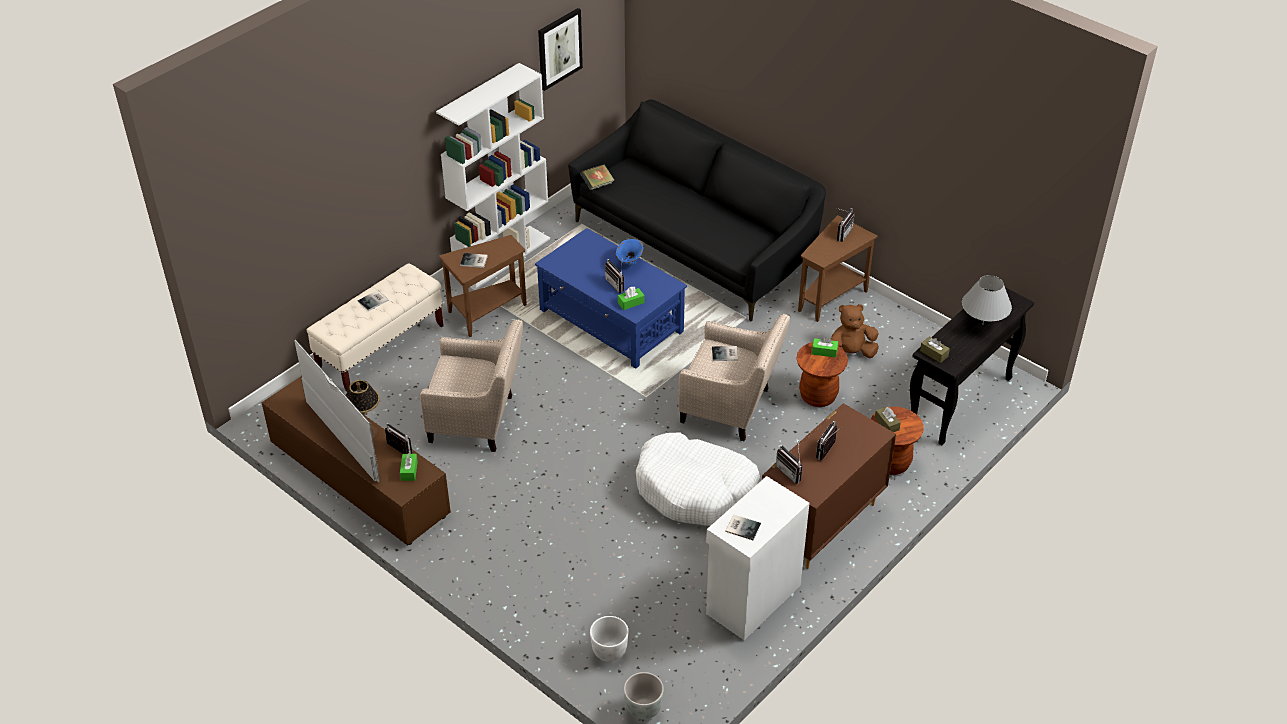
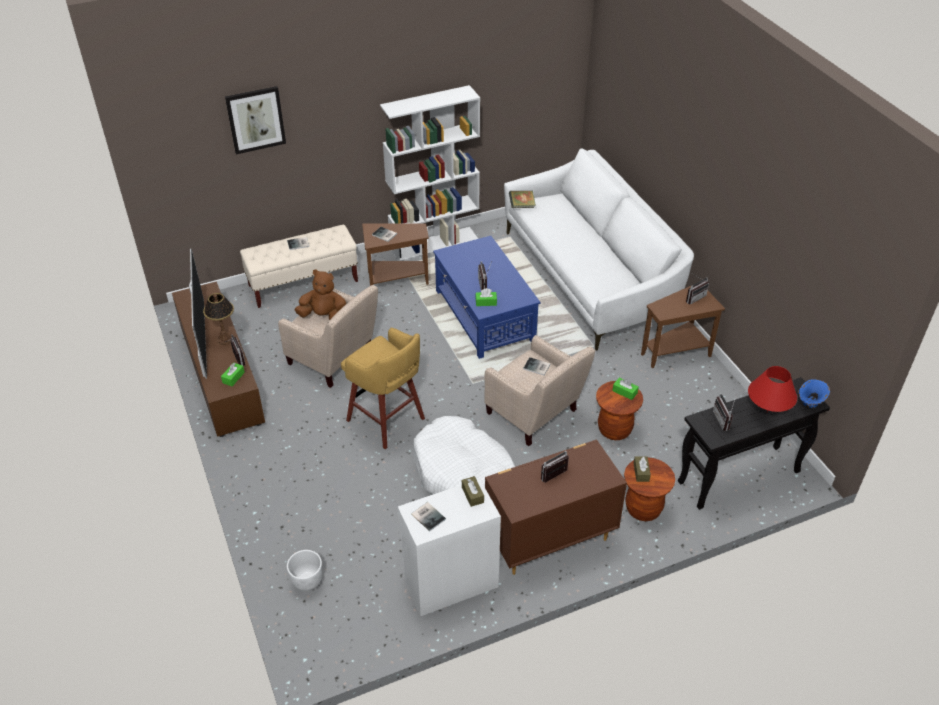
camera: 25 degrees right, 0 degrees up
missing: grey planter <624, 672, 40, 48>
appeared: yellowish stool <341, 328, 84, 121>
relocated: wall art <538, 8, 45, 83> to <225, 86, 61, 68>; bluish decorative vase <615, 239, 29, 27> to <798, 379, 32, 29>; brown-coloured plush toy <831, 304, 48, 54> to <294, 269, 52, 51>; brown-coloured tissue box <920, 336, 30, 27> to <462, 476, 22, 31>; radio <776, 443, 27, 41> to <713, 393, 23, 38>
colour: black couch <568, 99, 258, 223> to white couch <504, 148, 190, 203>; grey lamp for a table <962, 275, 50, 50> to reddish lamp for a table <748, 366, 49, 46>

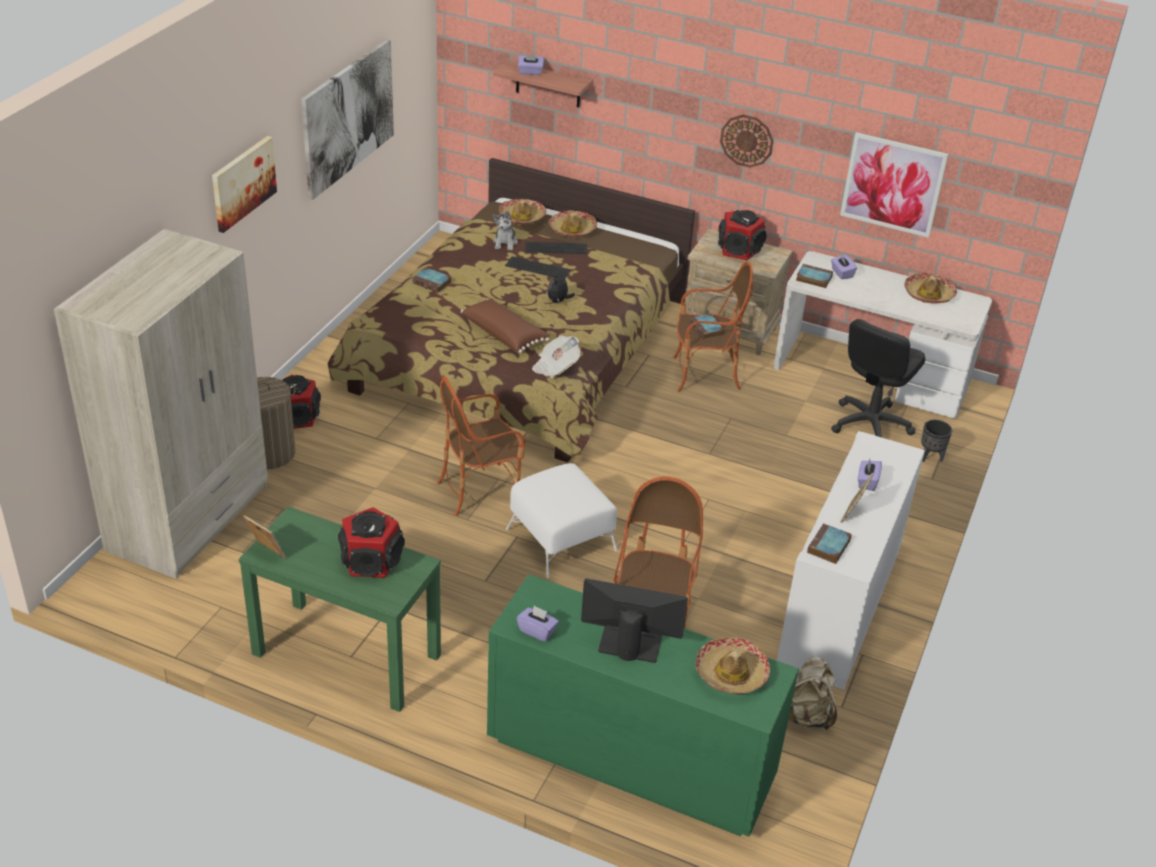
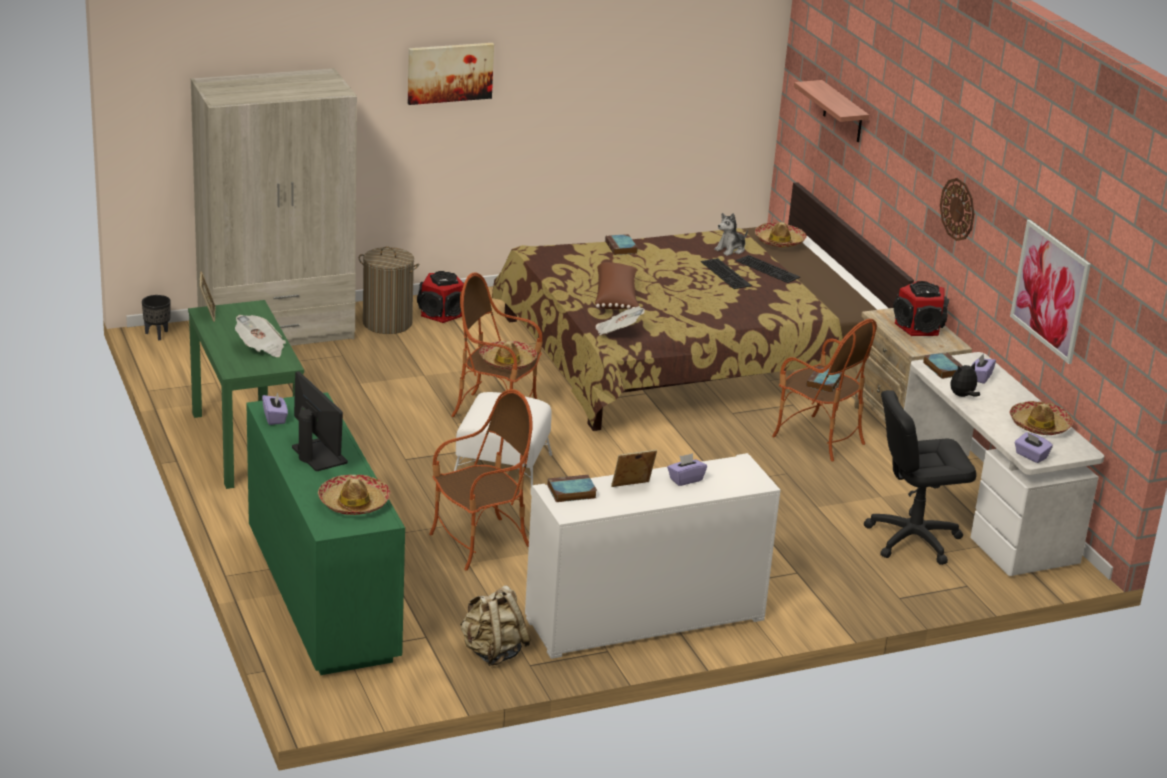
camera: 45 degrees right, 10 degrees down
missing: wall art <301, 39, 93, 161>
relocated: purple tissue box <518, 54, 26, 21> to <1015, 432, 38, 31>; clothing hat <549, 210, 48, 27> to <479, 341, 58, 29>; plush toy <548, 272, 27, 31> to <950, 363, 30, 34>; black planter <921, 420, 31, 42> to <142, 295, 29, 45>
exchanged: audio speaker <338, 507, 67, 71> to newspaper <235, 315, 51, 42>

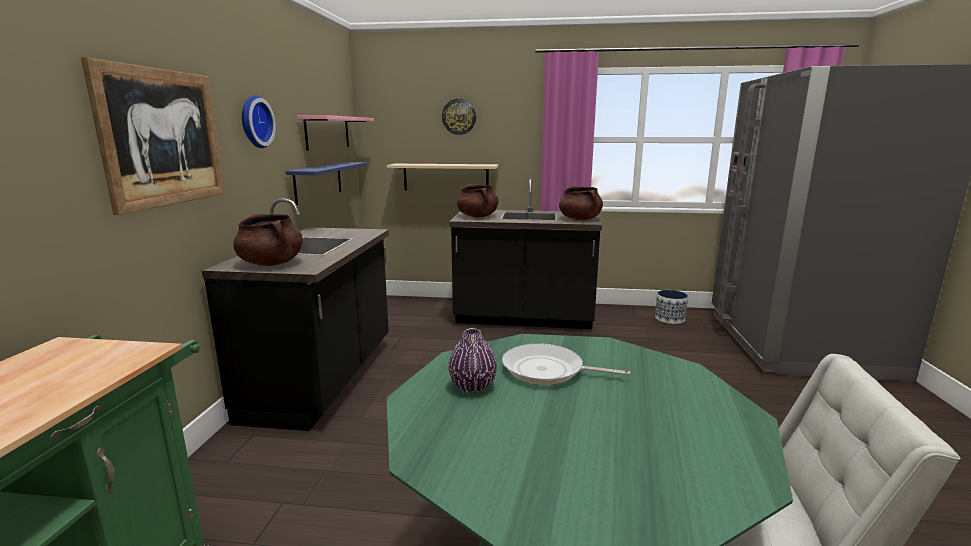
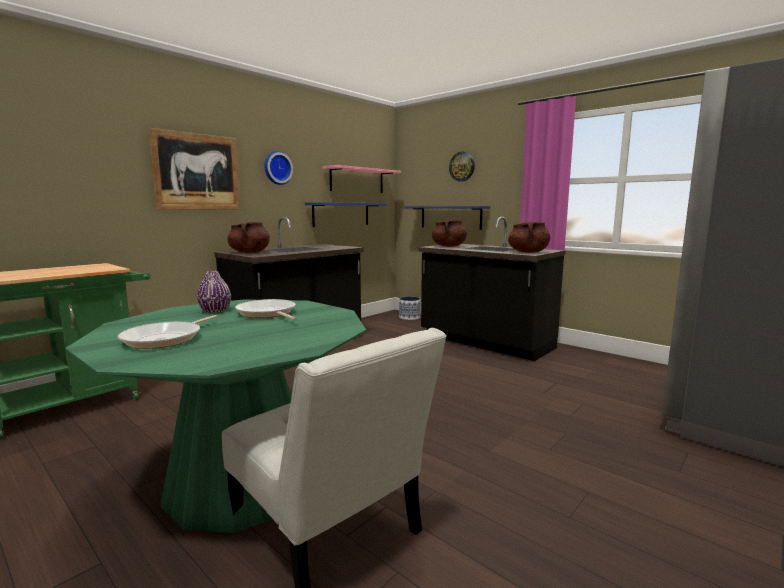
camera: 35 degrees right, 5 degrees down
appeared: pan <118, 315, 99, 34>
relocated: planter <655, 290, 33, 34> to <399, 296, 22, 24>
colour: beige shelf <387, 164, 112, 26> to bluish shelf <404, 206, 86, 24>

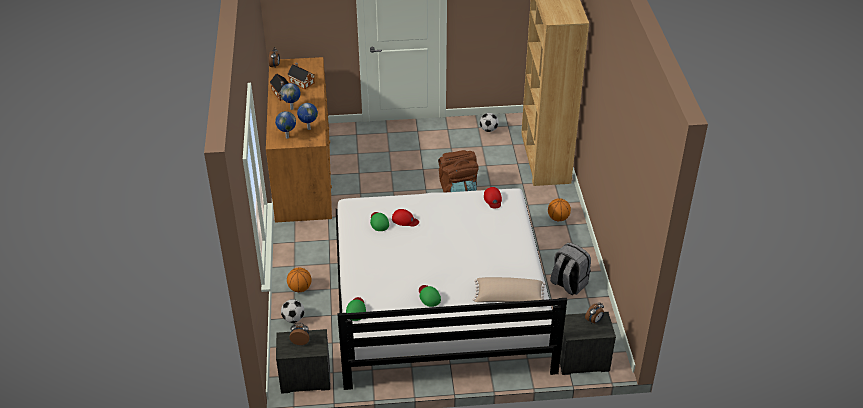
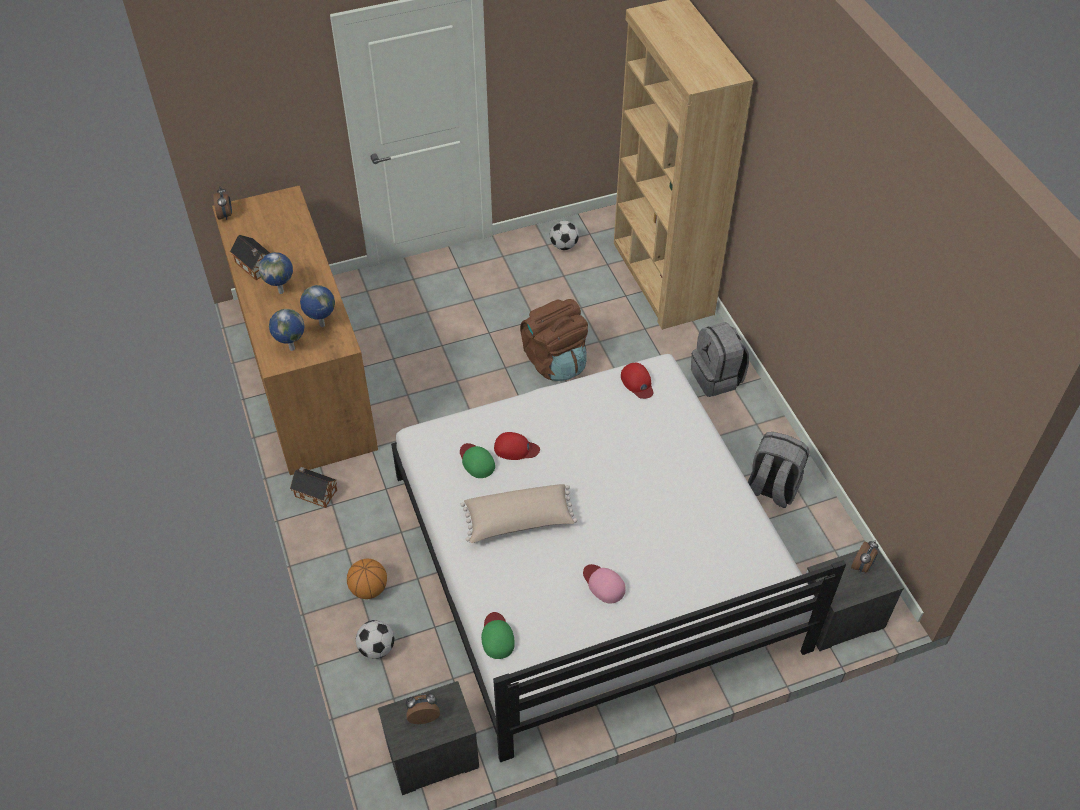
camera: 15 degrees left, 10 degrees up
relocated: toy house <287, 63, 28, 26> to <290, 467, 47, 41>; beige cushion <473, 277, 73, 25> to <460, 484, 117, 59>
exchanged: basketball <548, 198, 23, 23> to grey knapsack <691, 322, 58, 75>
colour: green cap <419, 285, 22, 22> to pink-coloured cap <583, 564, 43, 39>

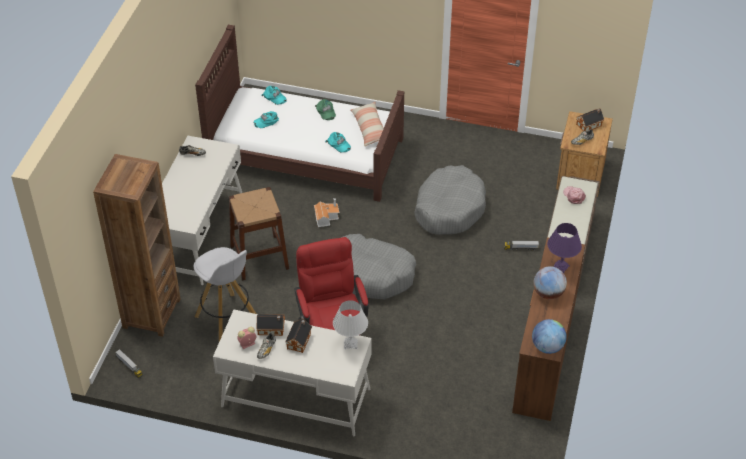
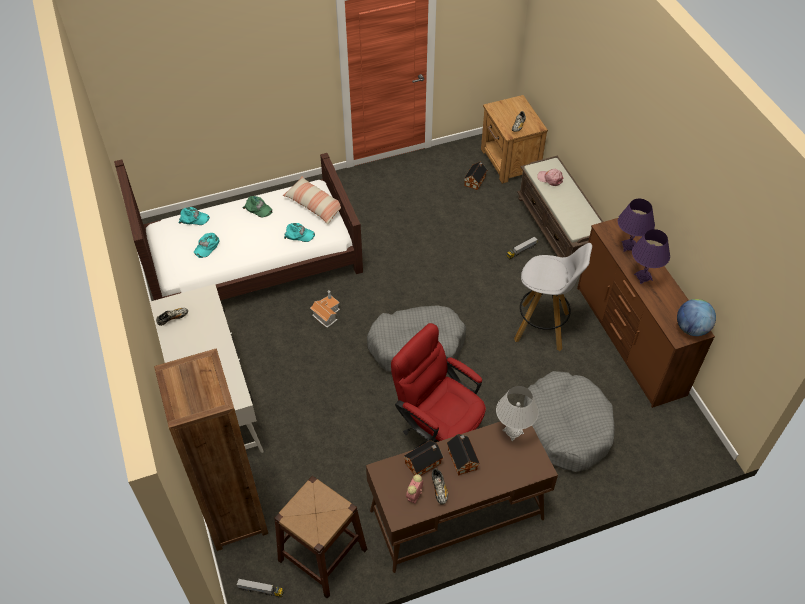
camera: 35 degrees left, 5 degrees up
relocated: toy house <576, 109, 28, 23> to <464, 162, 23, 28>; grey dog bed <414, 165, 72, 70> to <524, 371, 91, 101>; brown-coloured stool <229, 187, 60, 93> to <274, 476, 93, 123>; white stool <194, 247, 62, 95> to <514, 243, 78, 108>
exchanged: globe <533, 266, 34, 33> to purple lamp for a table <632, 229, 38, 55>
colour: white desk <213, 310, 158, 127> to brown-coloured desk <366, 421, 192, 152>

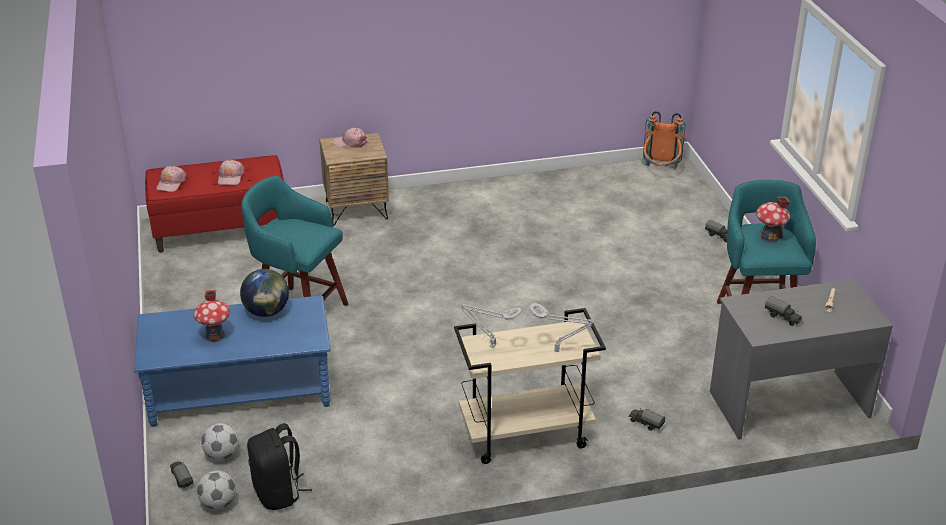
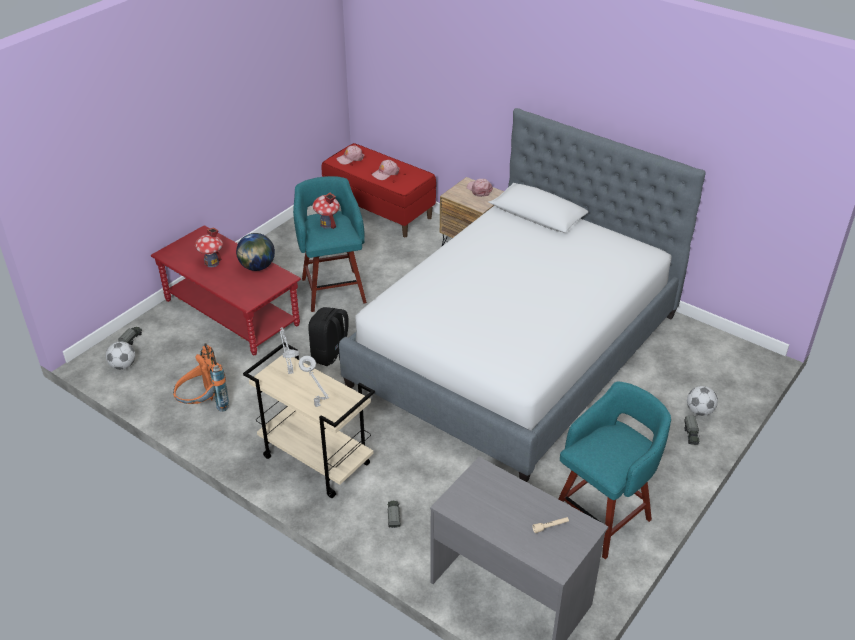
camera: 50 degrees right, 5 degrees up
missing: toy truck <765, 296, 37, 30>
appeared: bed <339, 108, 367, 374>
relocated: orangey knapsack <640, 111, 46, 58> to <173, 343, 56, 69>; toy house <756, 196, 34, 47> to <312, 193, 28, 36>; ball for football <201, 423, 38, 37> to <687, 386, 31, 30>; black knapsack <247, 423, 65, 87> to <308, 307, 41, 59>
colour: bluish low table <134, 295, 197, 132> to reddish low table <151, 225, 150, 130>

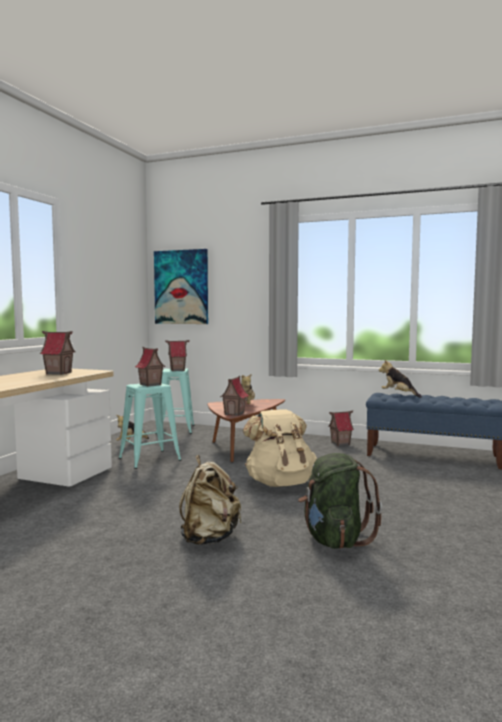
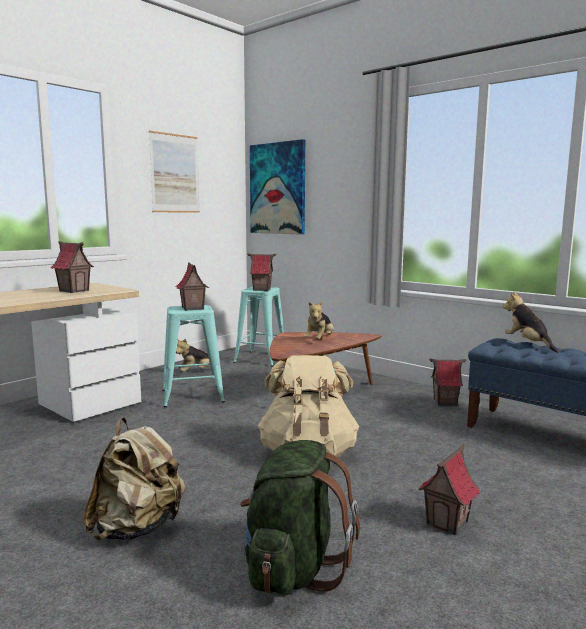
camera: 20 degrees right, 5 degrees up
appeared: wall art <149, 130, 51, 83>
relocated: toy house <220, 376, 29, 40> to <419, 444, 61, 91>

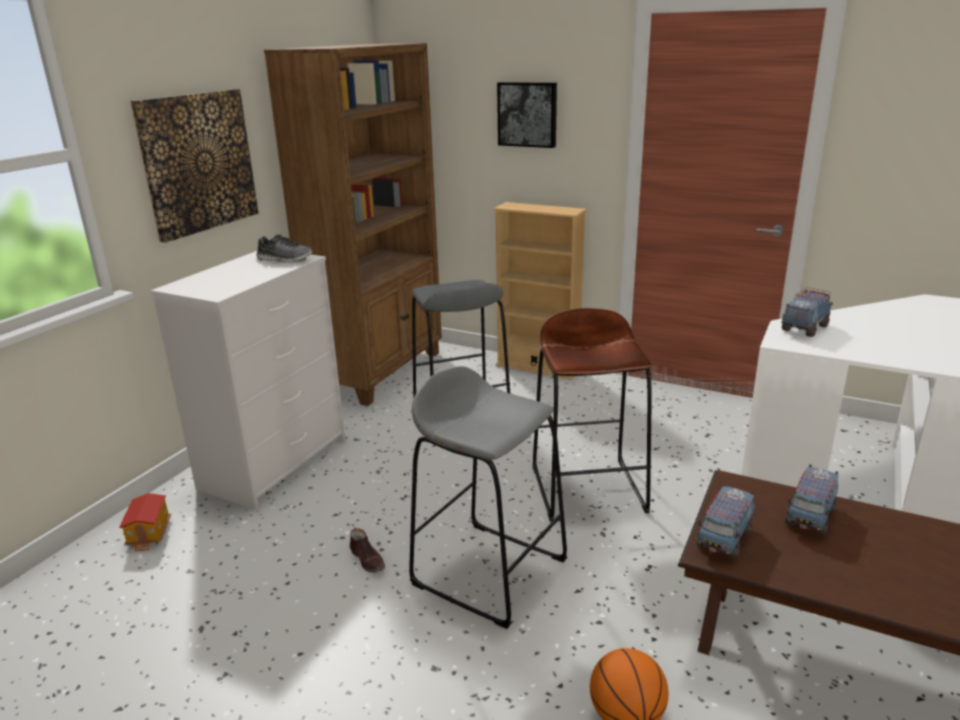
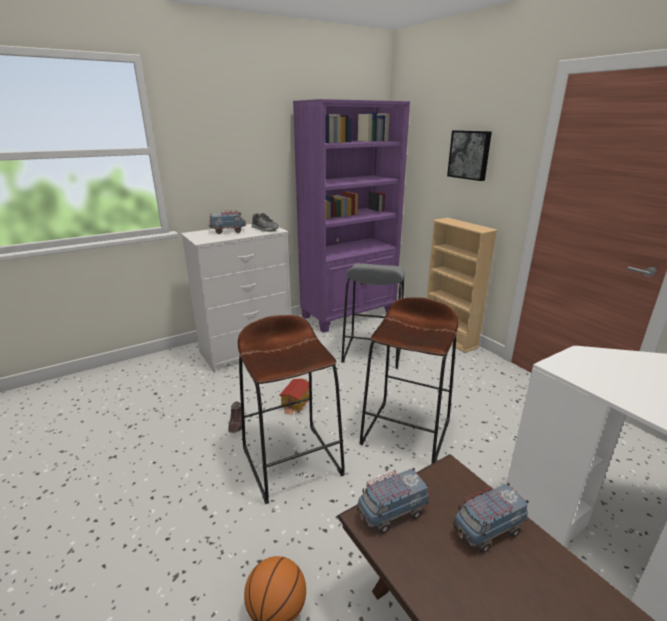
camera: 30 degrees right, 0 degrees up
missing: wall art <130, 89, 128, 154>
relocated: toy truck <781, 287, 52, 50> to <209, 210, 38, 24>; toy house <119, 493, 52, 59> to <279, 378, 30, 37>
colour: brown-coloured shelving unit <264, 43, 178, 363> to purple shelving unit <293, 99, 117, 234>; grey stool <409, 366, 158, 263> to brown-coloured stool <238, 315, 107, 189>

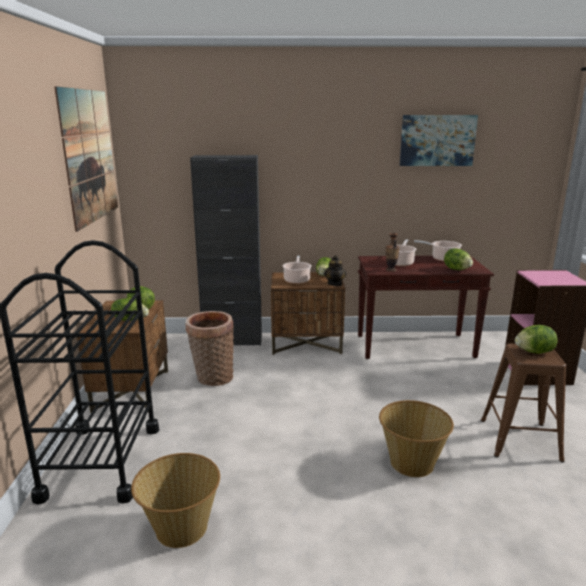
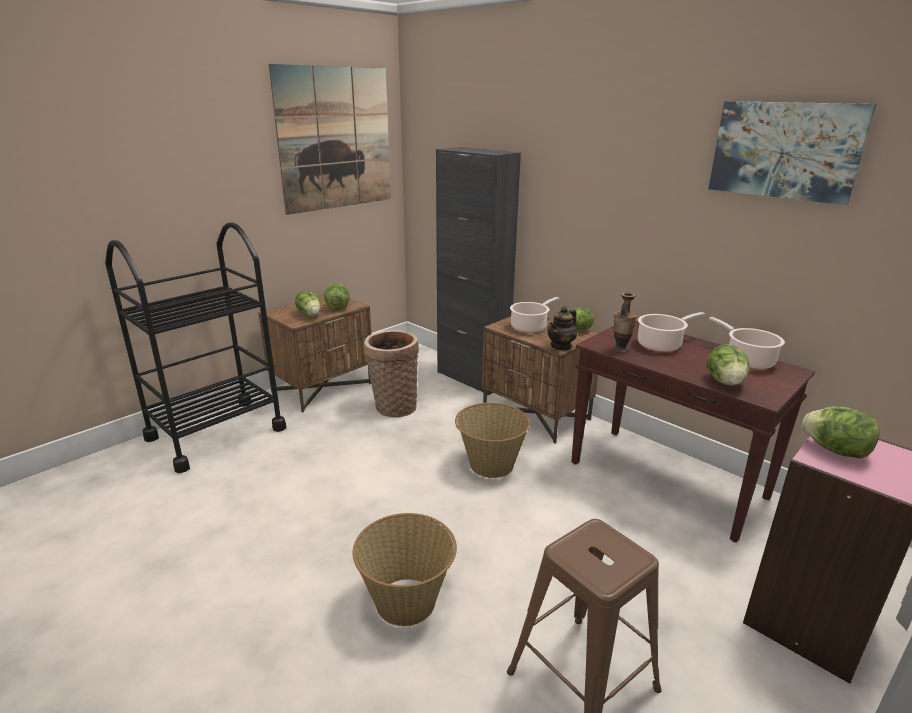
camera: 45 degrees right, 5 degrees up
relocated: head of lettuce <515, 325, 43, 29> to <802, 406, 78, 53>; storage basket <131, 453, 89, 95> to <455, 403, 75, 75>

